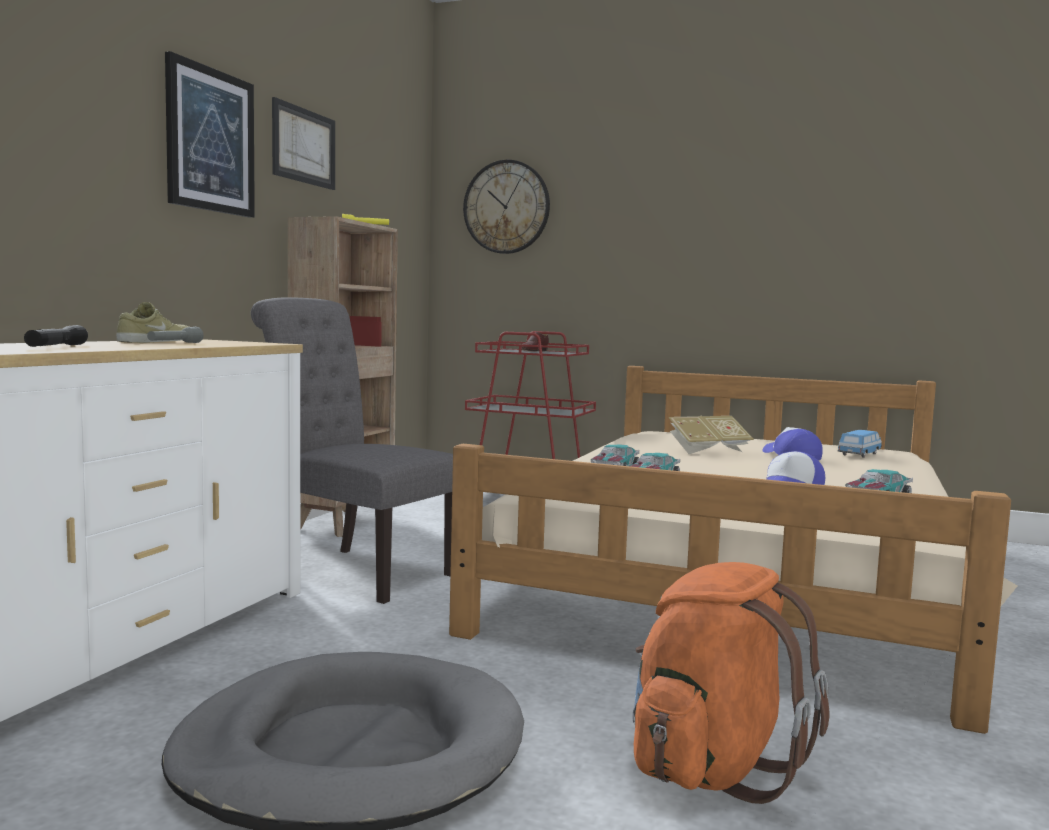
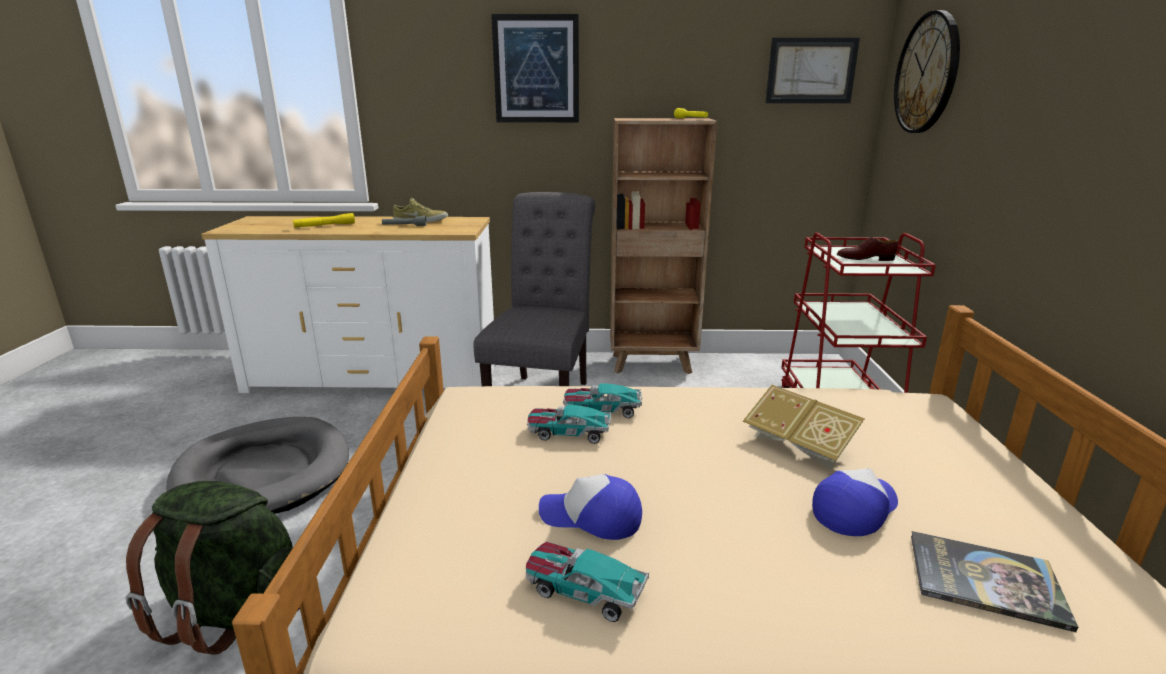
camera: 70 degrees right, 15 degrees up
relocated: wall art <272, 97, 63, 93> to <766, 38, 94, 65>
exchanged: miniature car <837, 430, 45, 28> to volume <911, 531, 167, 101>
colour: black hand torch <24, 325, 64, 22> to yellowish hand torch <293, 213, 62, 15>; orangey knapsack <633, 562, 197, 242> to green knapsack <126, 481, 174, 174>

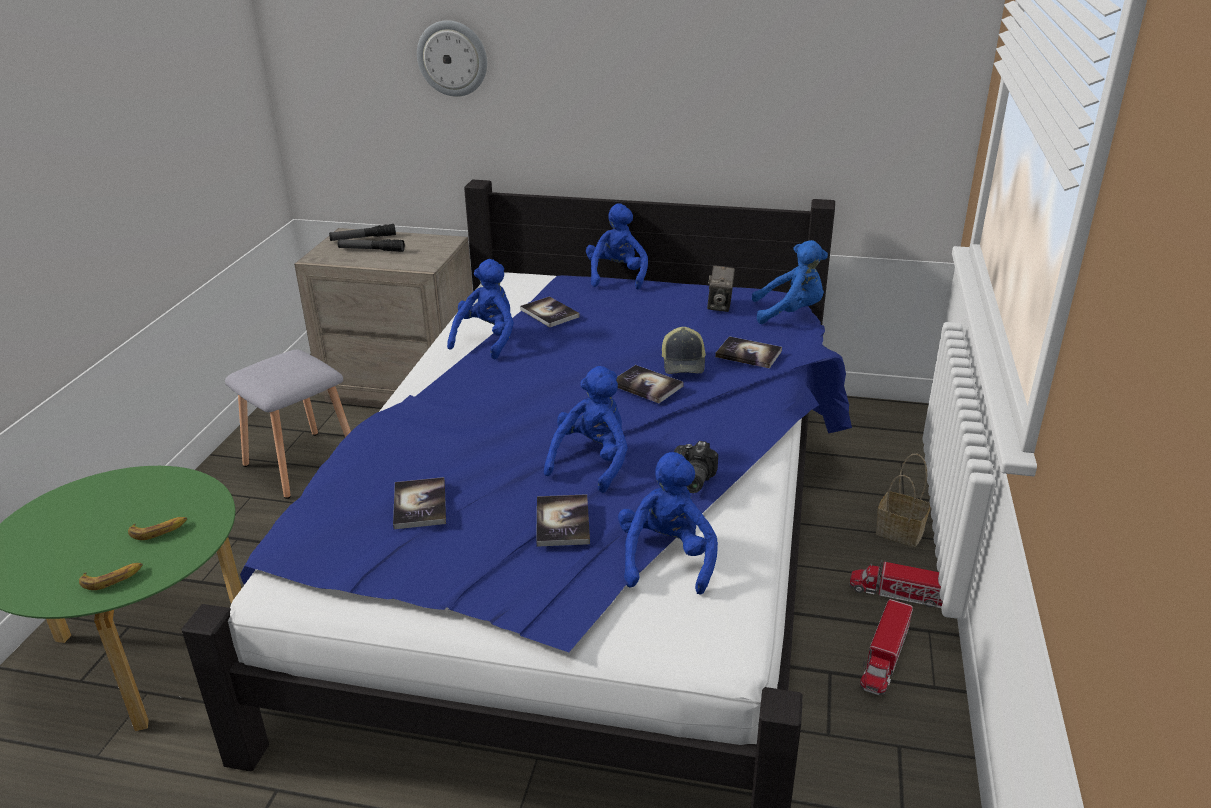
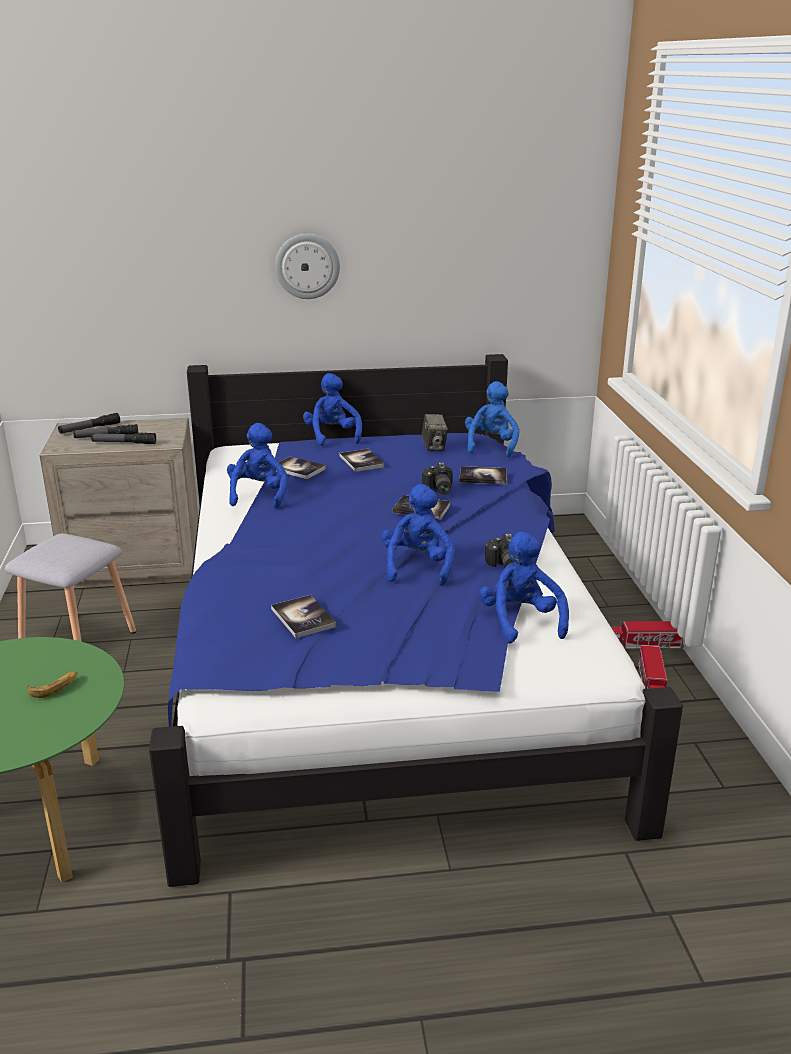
camera: 20 degrees left, 5 degrees down
missing: storage basket <876, 454, 55, 93>; banana fruit <79, 563, 64, 27>
appeared: hand torch <91, 433, 65, 11>
relocated: wall clock <417, 20, 70, 77> to <275, 234, 65, 65>; volume <536, 494, 54, 53> to <340, 449, 45, 23>
exchanged: cap <662, 327, 44, 47> to still camera <422, 462, 31, 33>
spun: bluish plush toy <752, 240, 76, 84> = <465, 381, 54, 76> 60 degrees counterclockwise

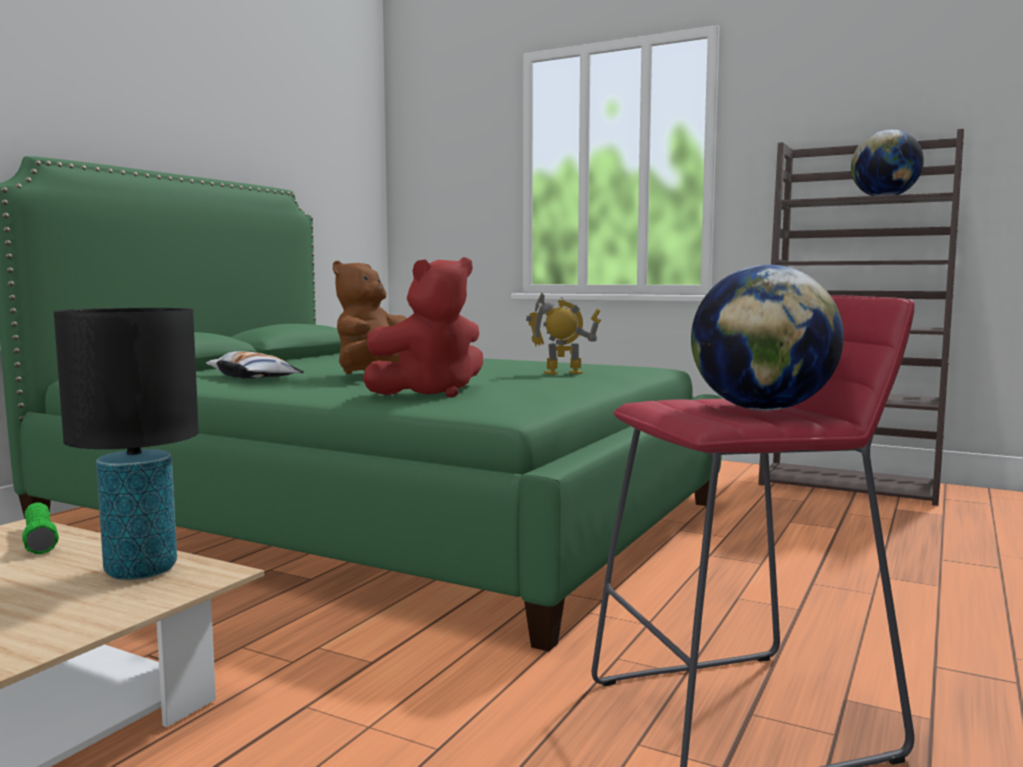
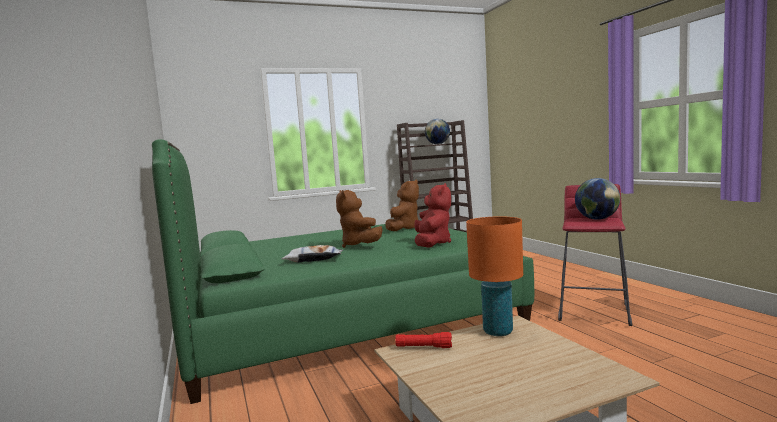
camera: 50 degrees left, 0 degrees up
exchanged: robot figure <526, 292, 75, 83> to brown-coloured plush toy <385, 179, 34, 52>
colour: black lamp for a table <54, 308, 145, 272> to orangey lamp for a table <466, 216, 57, 120>; green hand torch <22, 502, 37, 52> to reddish hand torch <395, 332, 57, 16>

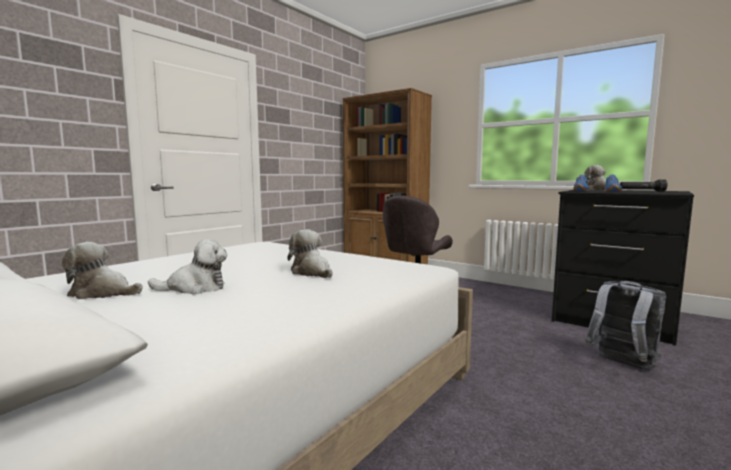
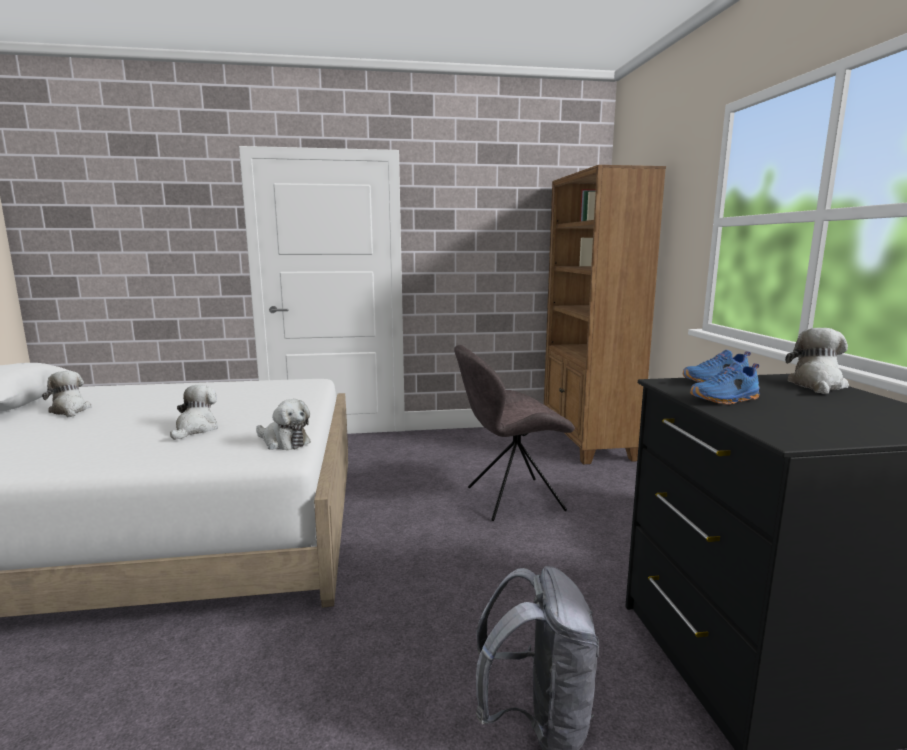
camera: 45 degrees right, 5 degrees up
missing: black hand torch <620, 180, 48, 12>
relocated: plush toy <148, 239, 79, 56> to <256, 399, 55, 51>

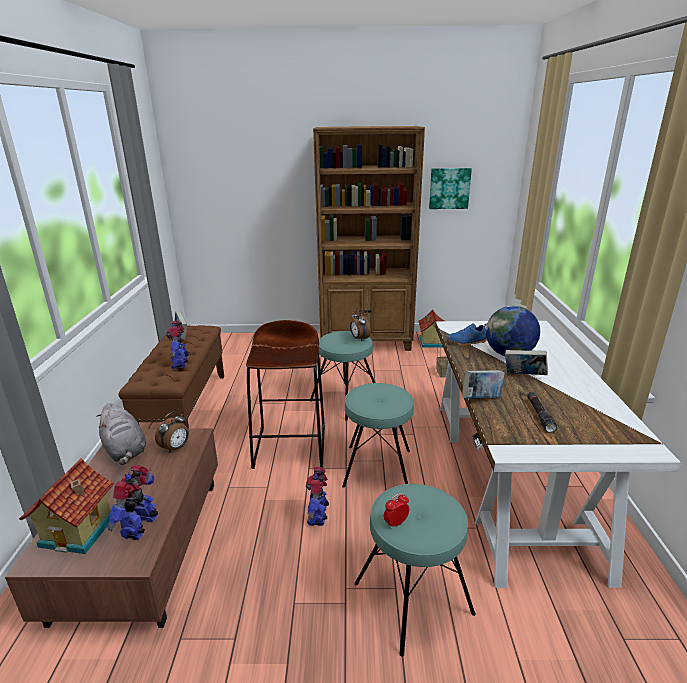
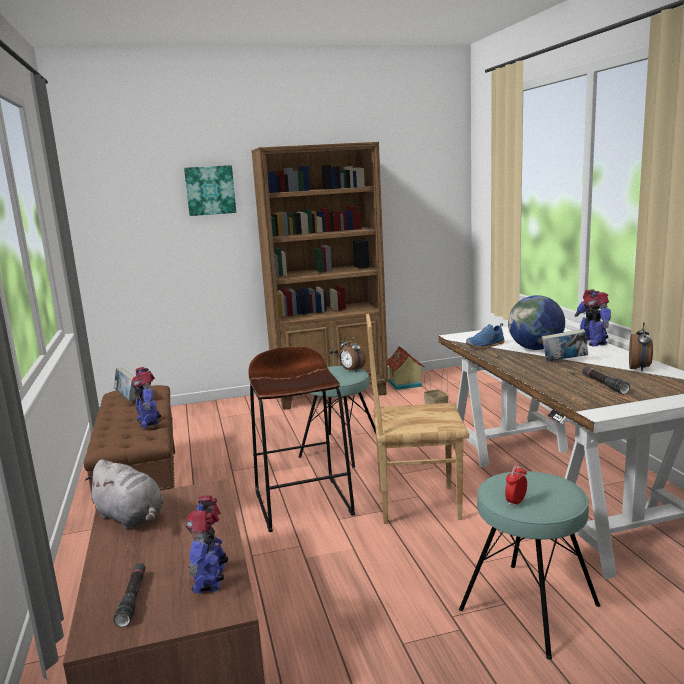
camera: 15 degrees left, 10 degrees down
missing: volume <462, 370, 43, 29>
relocated: wall art <429, 168, 43, 41> to <184, 165, 52, 51>; alarm clock <155, 411, 34, 42> to <629, 322, 24, 49>; robot figure <306, 467, 23, 59> to <575, 289, 36, 57>
exchanged: blue-green stool <342, 383, 72, 105> to brown-coloured plain chair <366, 314, 103, 210>; toy house <19, 458, 95, 96> to black hand torch <114, 563, 32, 64>

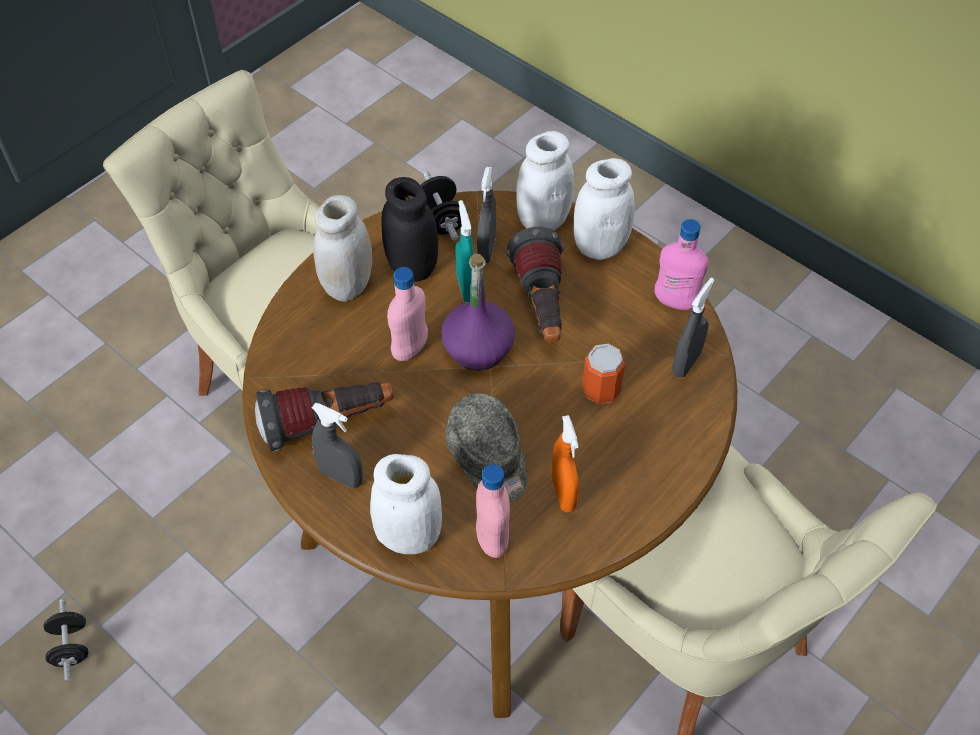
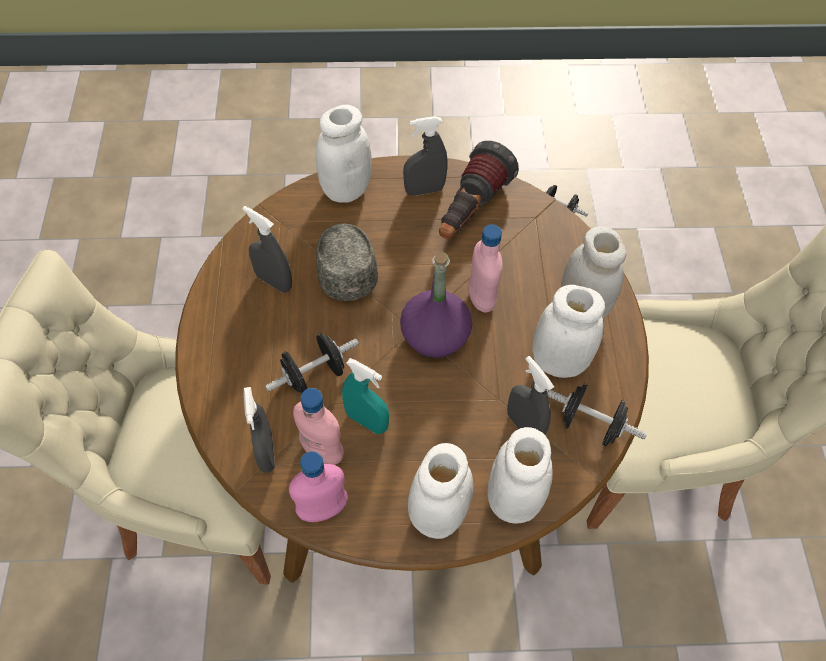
camera: 135 degrees right, 5 degrees up
missing: hand torch <506, 227, 58, 116>
relocated: blue-green sprayer <455, 200, 19, 102> to <342, 358, 47, 76>; pink-coloured beverage bottle <476, 464, 34, 94> to <293, 388, 51, 77>
exchanged: metal can <582, 344, 43, 60> to black free weight <265, 333, 94, 60>
colour: black jar <381, 177, 57, 105> to white jar <532, 285, 73, 93>; orangey sprayer <552, 415, 27, 98> to grey sprayer <243, 206, 49, 87>
spun: grey cap <445, 393, 82, 109> = <316, 224, 62, 77> 60 degrees clockwise

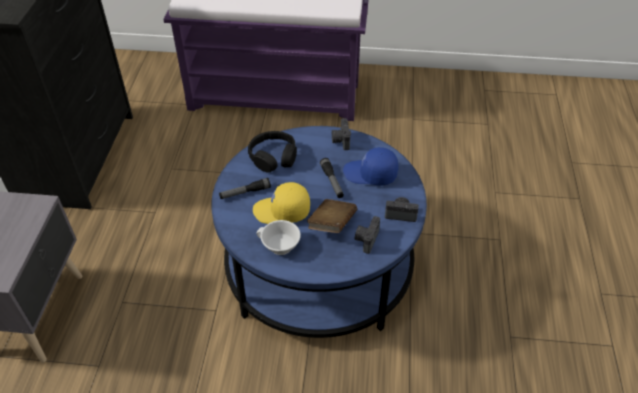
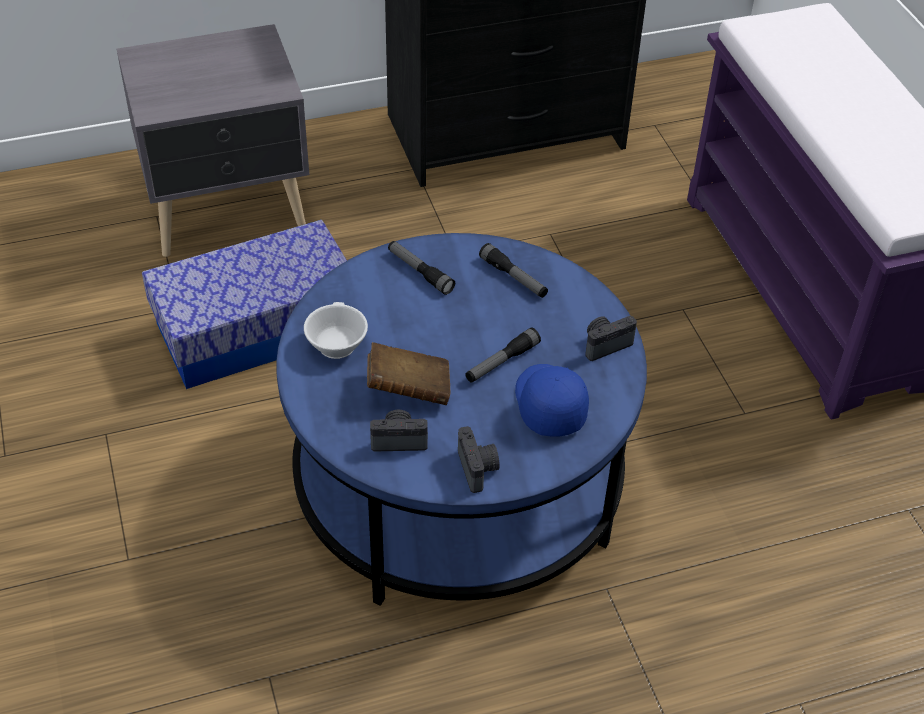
camera: 65 degrees right, 0 degrees up
missing: yellowish cap <253, 182, 57, 42>
appeared: storage bin <142, 220, 205, 169>
exchanged: black pair of headphones <248, 131, 49, 42> to hand torch <479, 243, 69, 55>

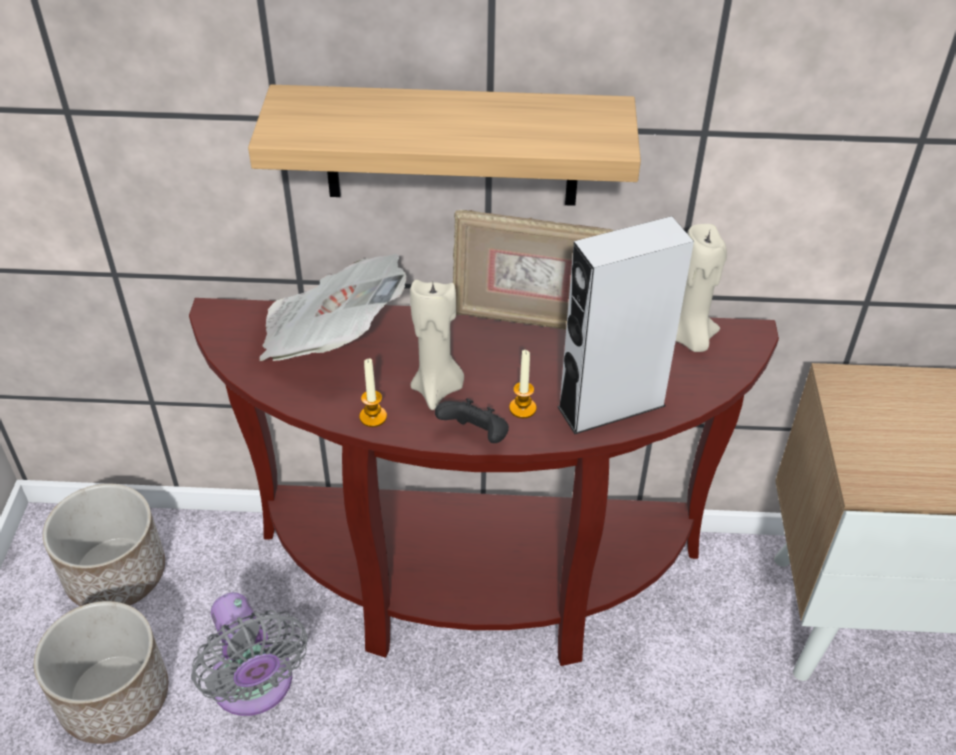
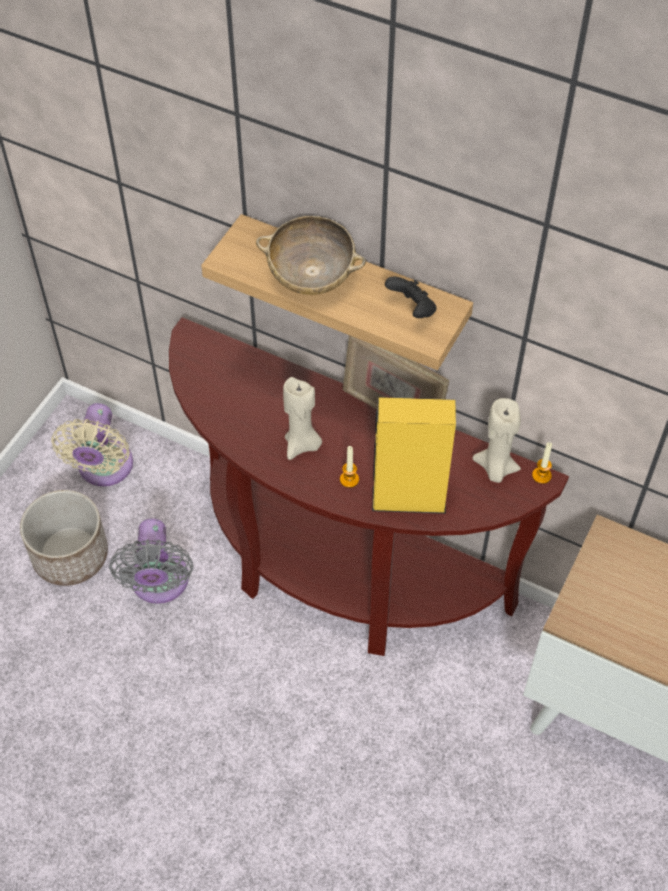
camera: 25 degrees right, 10 degrees up
missing: newspaper <259, 254, 148, 107>
appeared: beige deep dish <256, 216, 110, 79>
relocated: wax light <359, 358, 28, 69> to <532, 442, 20, 42>; black joypad <435, 399, 74, 44> to <385, 277, 52, 41>
exchanged: planter <43, 484, 122, 122> to beige cooling fan <51, 403, 82, 83>
colour: grey audio speaker <557, 216, 137, 218> to yellowish audio speaker <372, 397, 84, 117>

